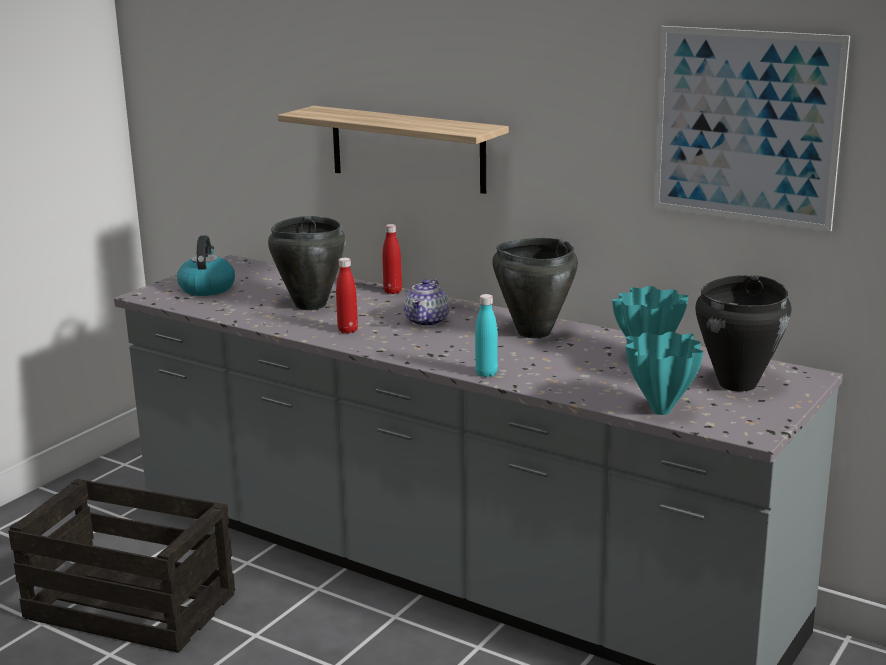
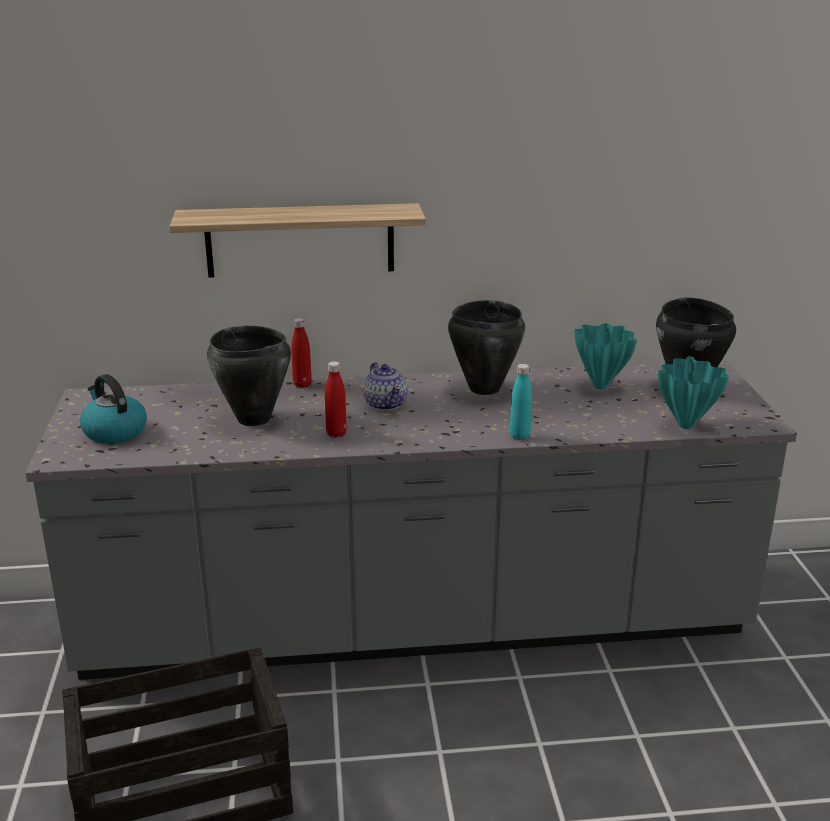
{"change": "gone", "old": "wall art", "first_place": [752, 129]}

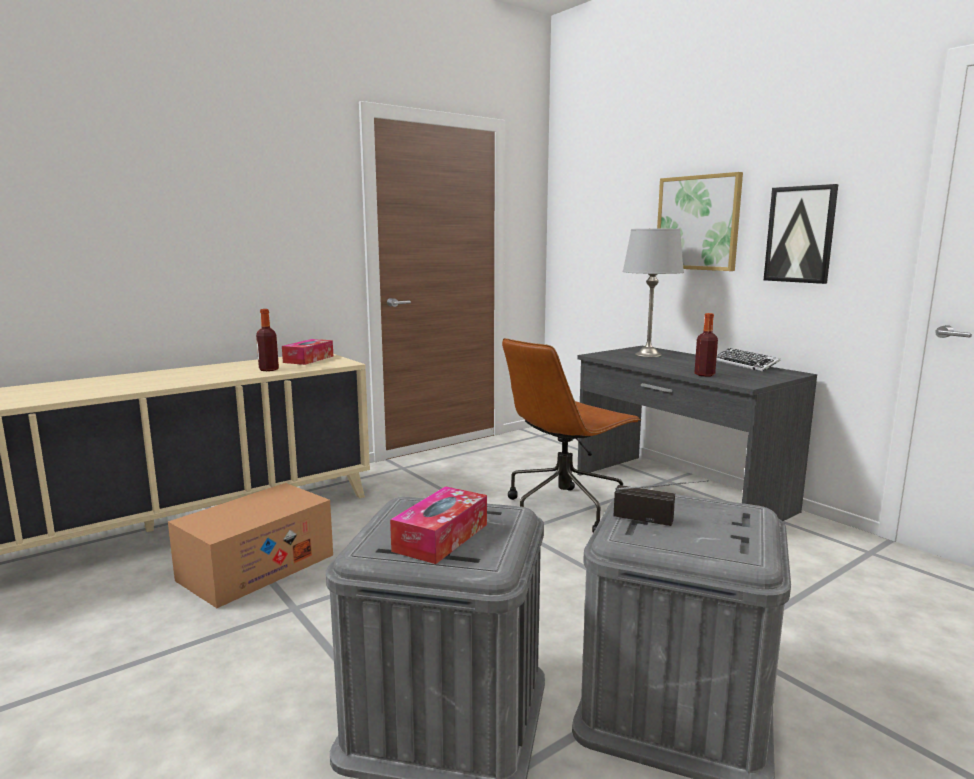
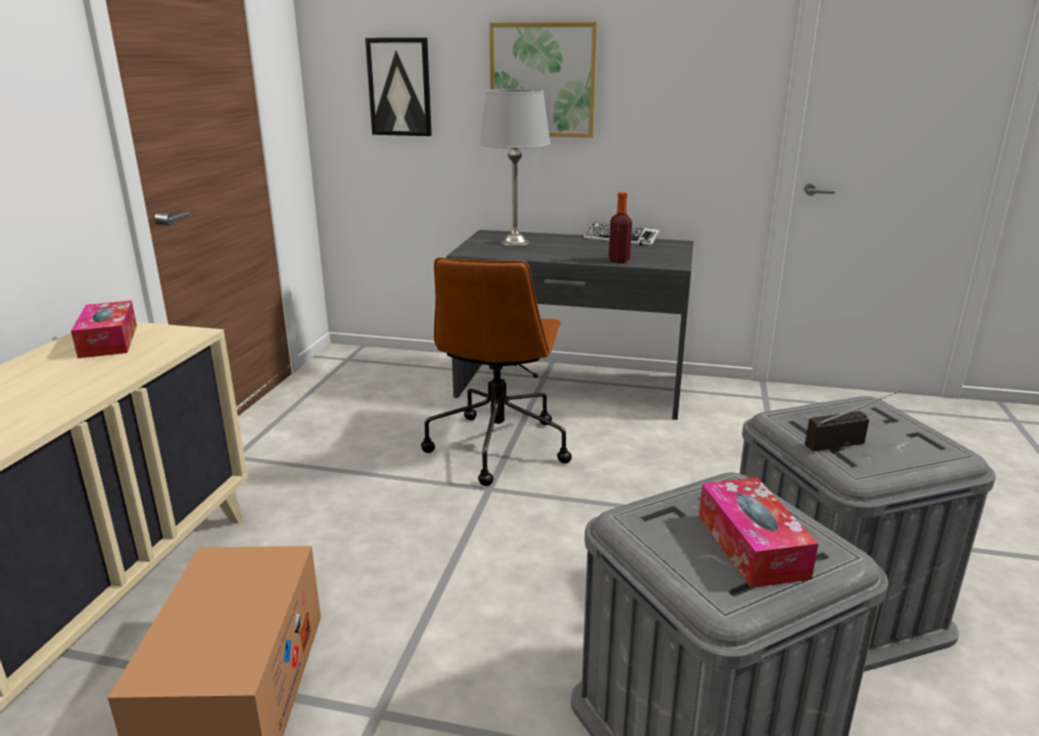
{"change": "gone", "old": "bottle", "first_place": [267, 340]}
{"change": "shifted", "old": "wall art", "first_place": [801, 234], "second_place": [398, 87]}

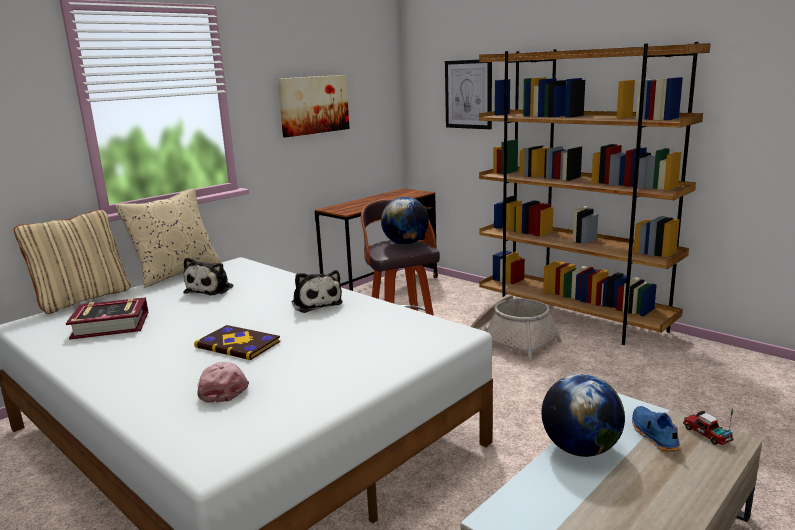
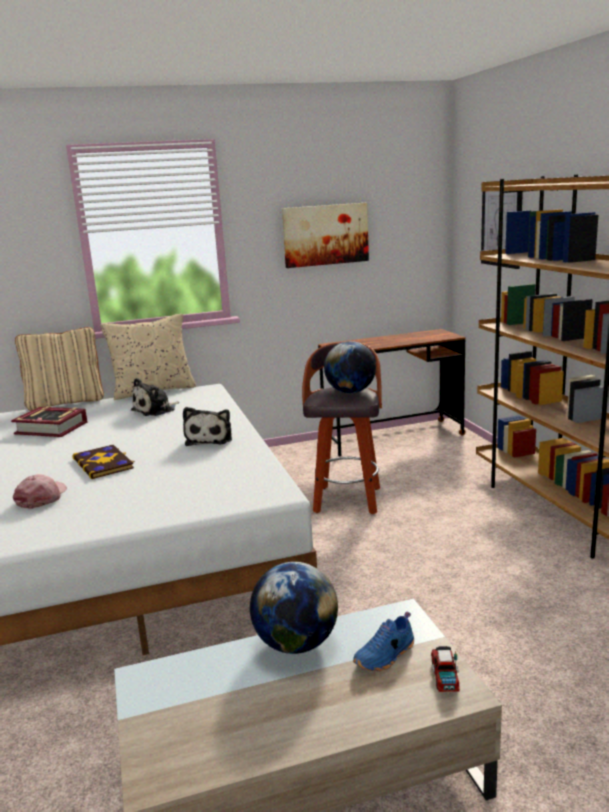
{"change": "gone", "old": "storage basket", "first_place": [516, 328]}
{"change": "rotated", "old": "bluish item of footwear", "first_place": [656, 429], "second_place": [383, 641], "degrees": -150}

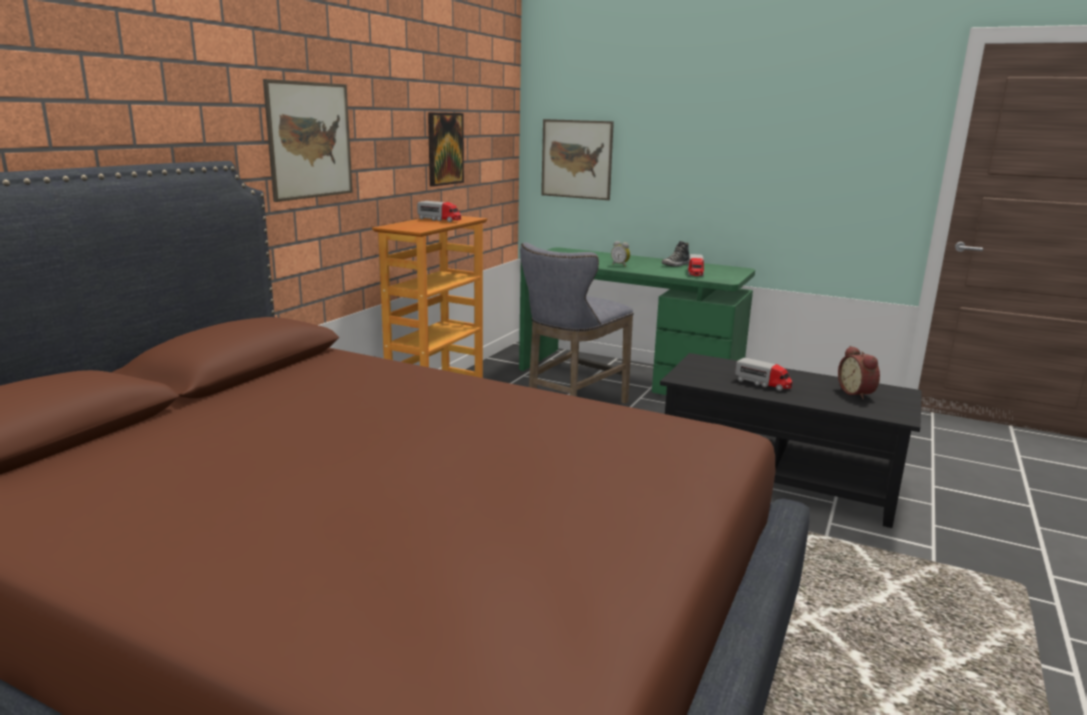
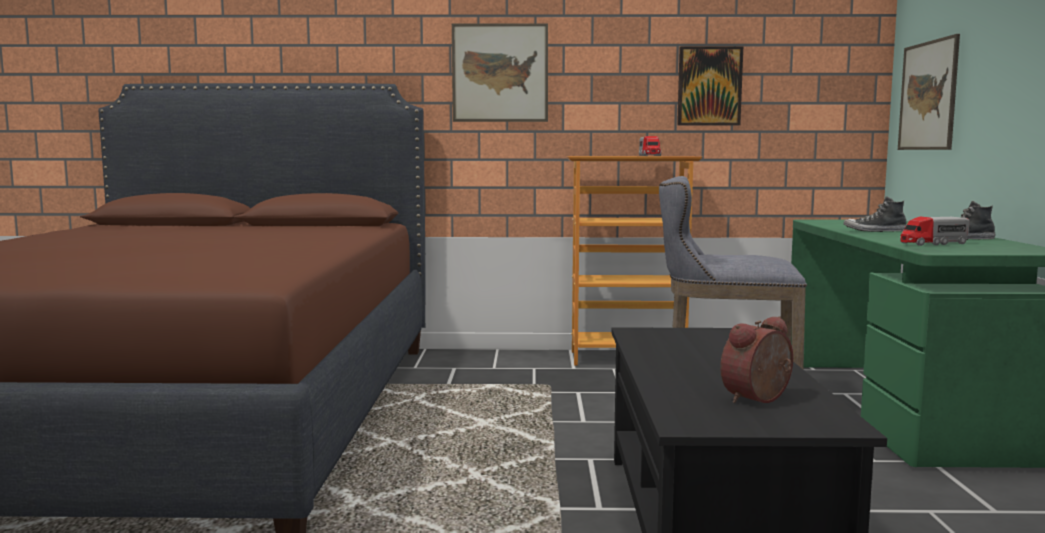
{"change": "swapped", "old": "table clock", "new": "item of footwear", "first_place": [620, 254], "second_place": [874, 214]}
{"change": "gone", "old": "model truck", "first_place": [764, 374]}

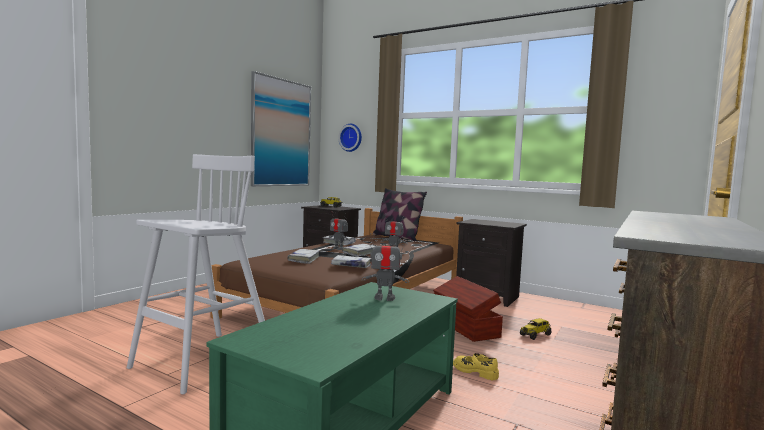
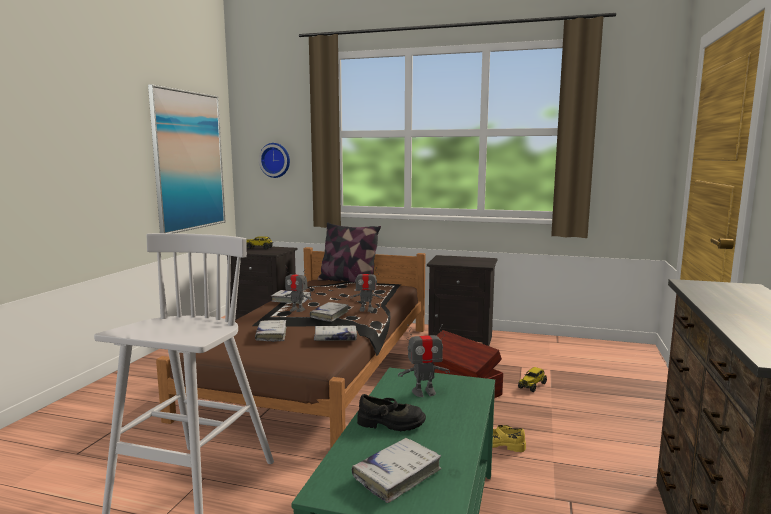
{"change": "new", "new": "white-coloured volume", "second_place": [397, 470]}
{"change": "new", "new": "black item of footwear", "second_place": [391, 413]}

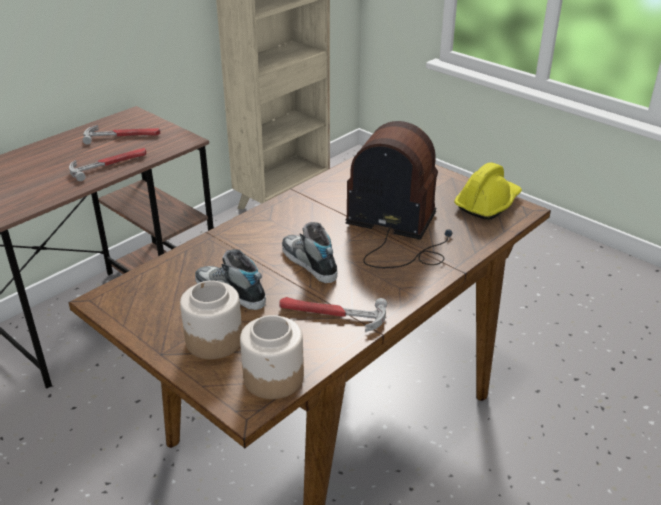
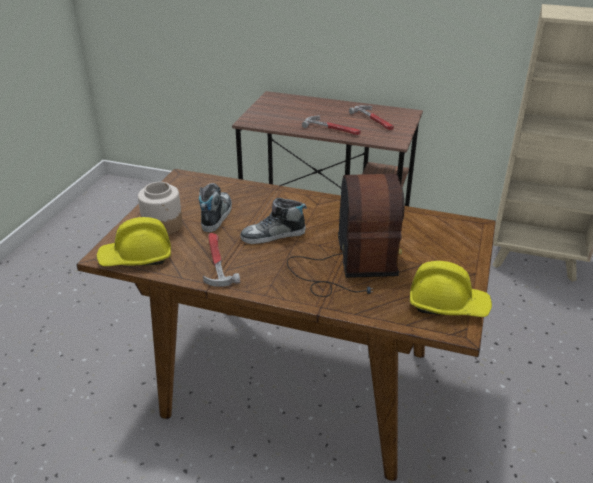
{"change": "swapped", "old": "storage jar", "new": "yellow-coloured hard hat", "first_place": [272, 357], "second_place": [134, 241]}
{"change": "rotated", "old": "item of footwear", "first_place": [310, 252], "second_place": [273, 221], "degrees": -135}

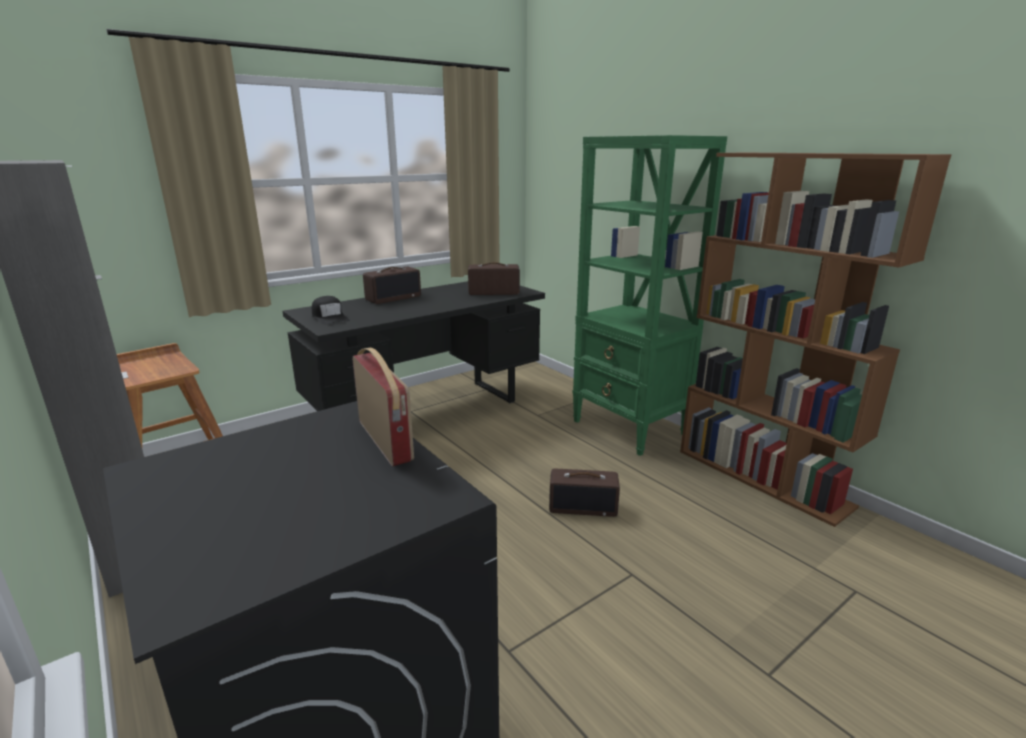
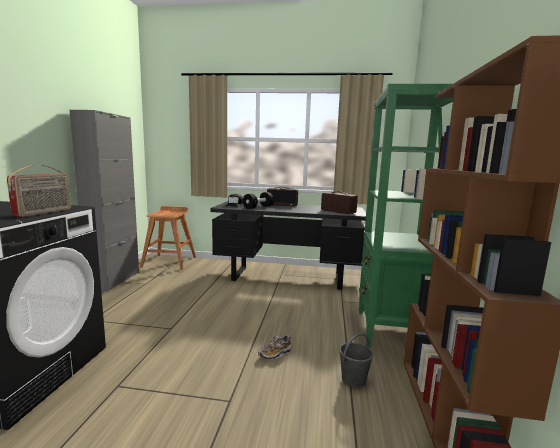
{"change": "swapped", "old": "radio set", "new": "item of footwear", "first_place": [584, 493], "second_place": [275, 347]}
{"change": "new", "new": "black hand weight", "second_place": [258, 200]}
{"change": "new", "new": "grey pail", "second_place": [356, 360]}

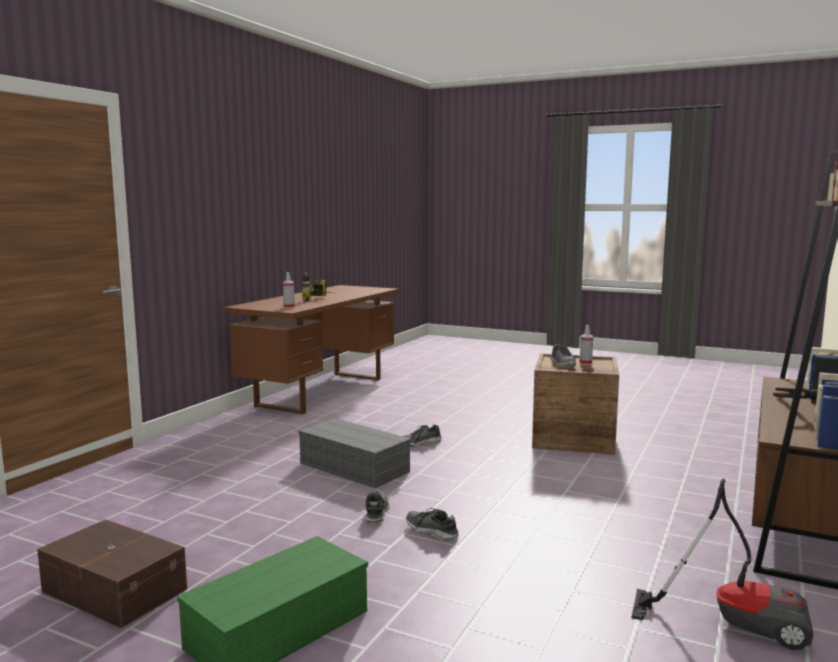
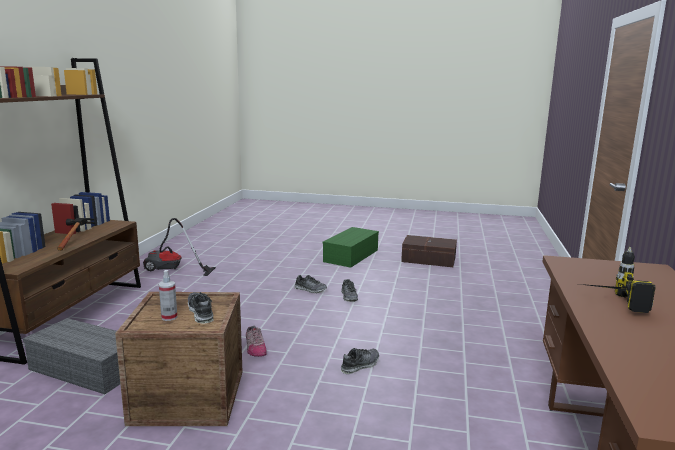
{"change": "gone", "old": "spray bottle", "first_place": [289, 290]}
{"change": "shifted", "old": "grey storage box", "first_place": [355, 453], "second_place": [71, 356]}
{"change": "new", "new": "item of footwear", "second_place": [256, 341]}

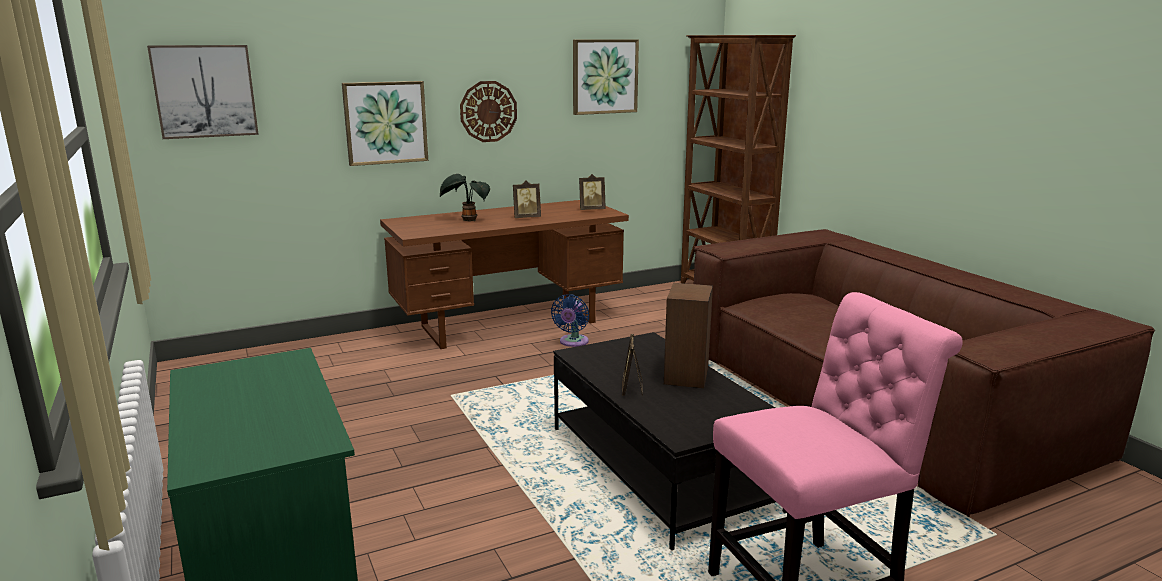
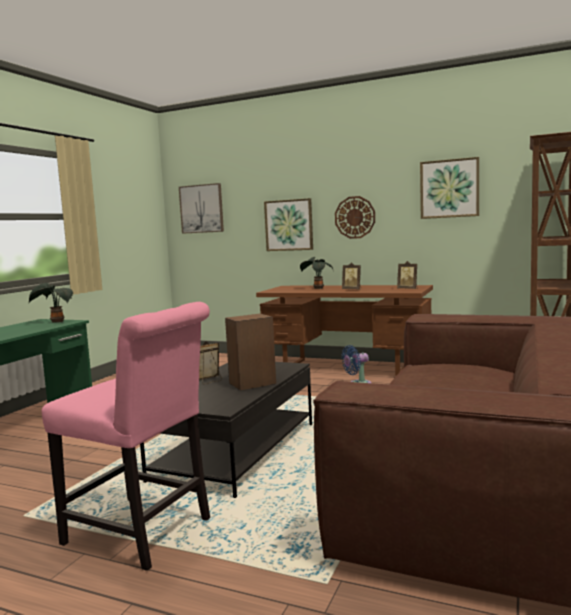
{"change": "new", "new": "plant in a pot", "second_place": [51, 303]}

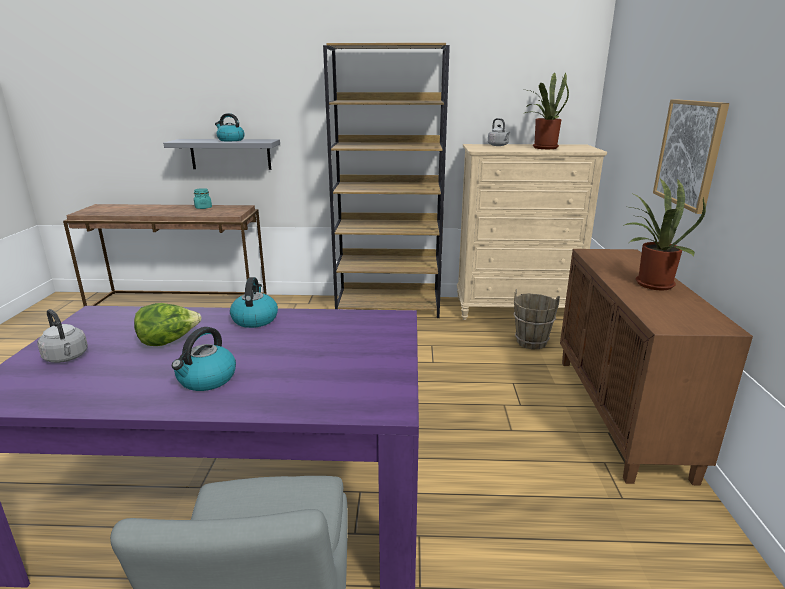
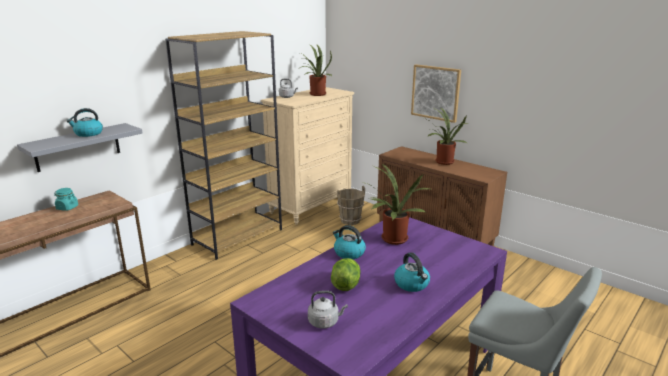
{"change": "new", "new": "plant in a pot", "second_place": [398, 204]}

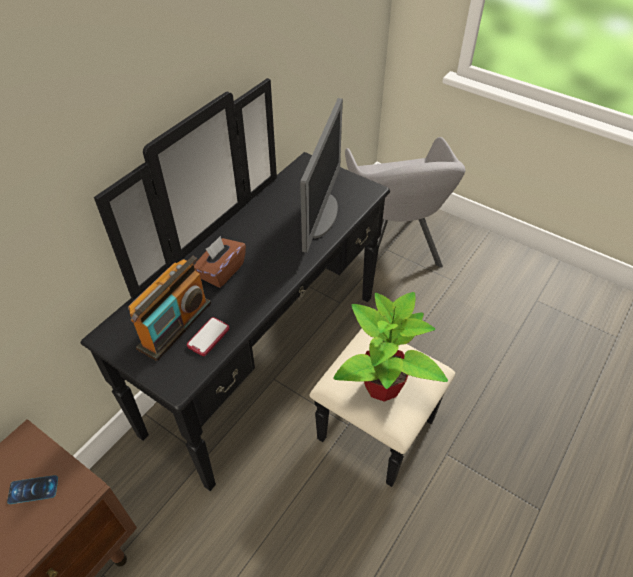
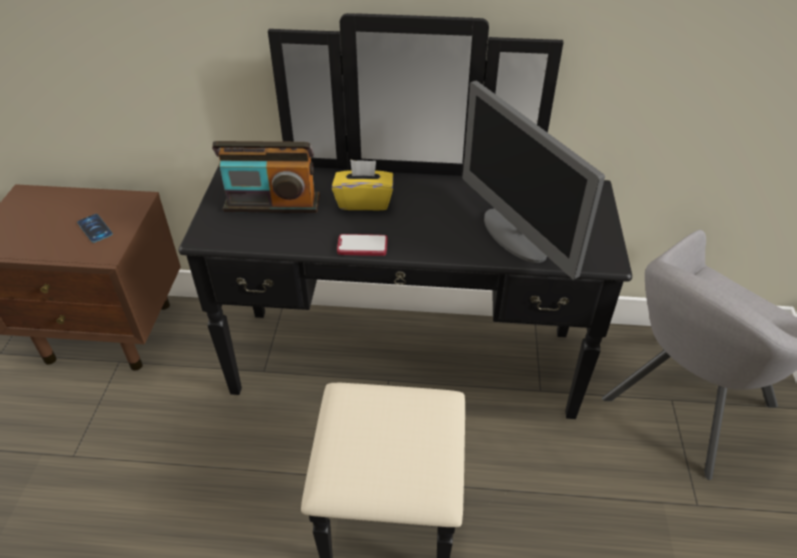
{"change": "shifted", "old": "phone", "first_place": [208, 336], "second_place": [362, 245]}
{"change": "repainted", "old": "brown tissue box", "new": "yellow-coloured tissue box", "first_place": [220, 262], "second_place": [362, 185]}
{"change": "rotated", "old": "computer screen", "first_place": [321, 175], "second_place": [533, 180], "degrees": 75}
{"change": "gone", "old": "plant in a pot", "first_place": [391, 347]}

